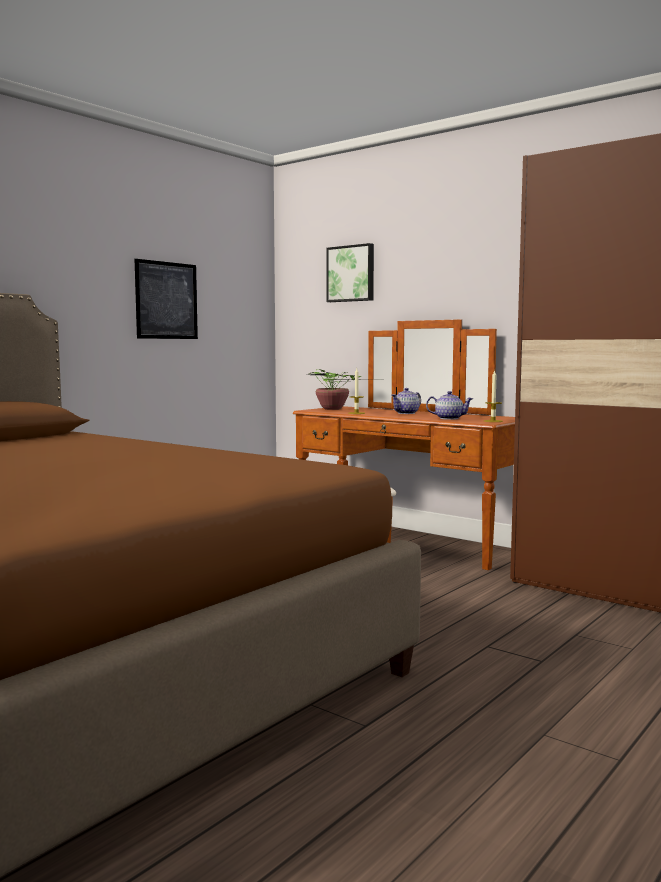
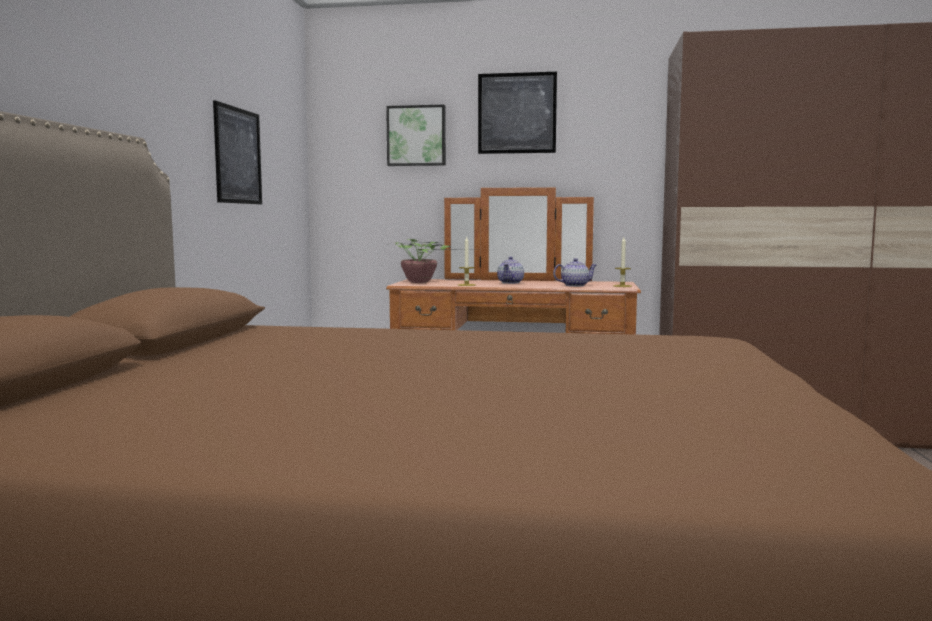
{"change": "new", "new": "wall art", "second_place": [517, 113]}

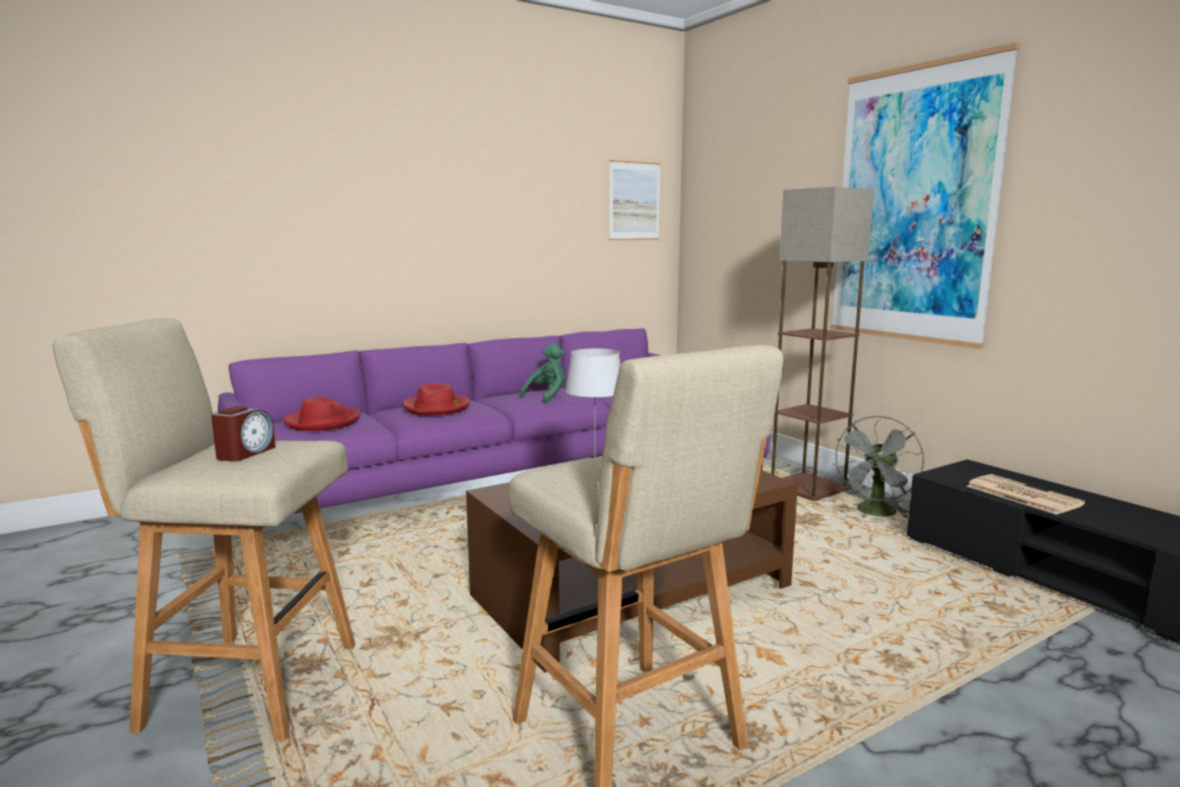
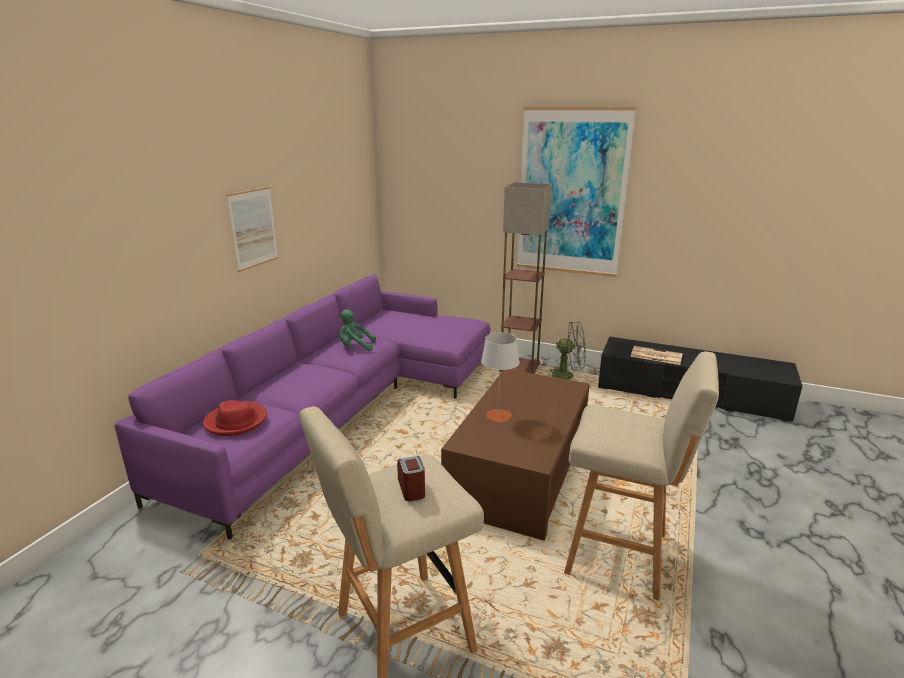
{"change": "gone", "old": "red clothing hat", "first_place": [436, 400]}
{"change": "rotated", "old": "green cuddly toy", "first_place": [542, 373], "second_place": [357, 330], "degrees": -90}
{"change": "shifted", "old": "wall art", "first_place": [635, 200], "second_place": [253, 229]}
{"change": "rotated", "old": "grey cooling fan", "first_place": [878, 467], "second_place": [566, 350], "degrees": -75}

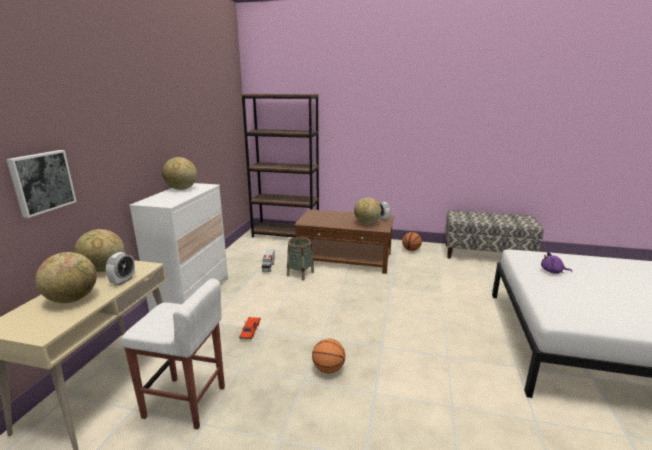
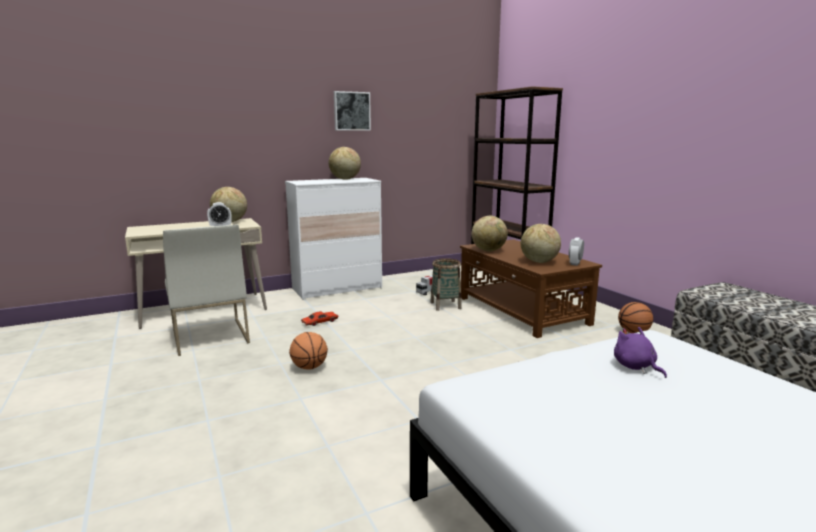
{"change": "shifted", "old": "wall art", "first_place": [41, 184], "second_place": [352, 111]}
{"change": "shifted", "old": "world globe", "first_place": [66, 277], "second_place": [490, 233]}
{"change": "swapped", "old": "white-coloured stool", "new": "white-coloured upright chair", "first_place": [172, 354], "second_place": [206, 290]}

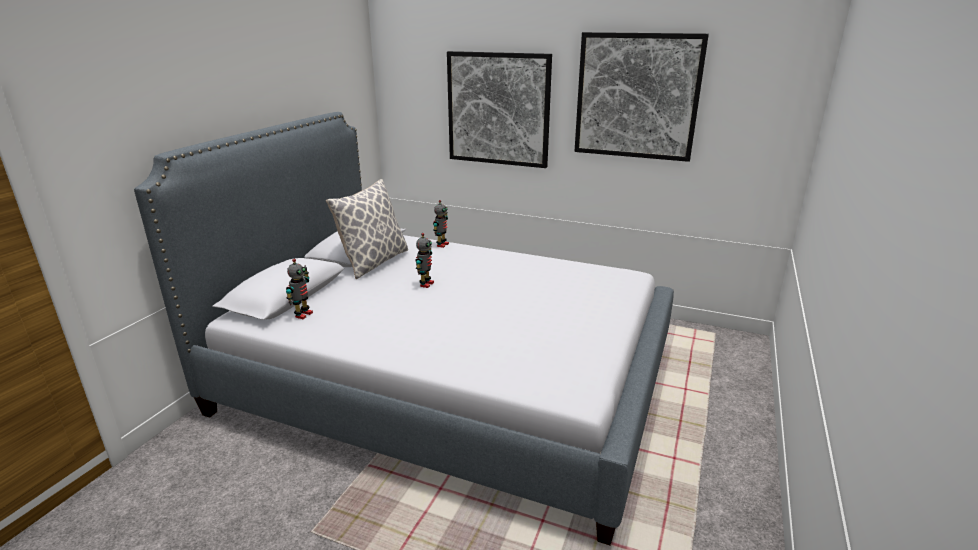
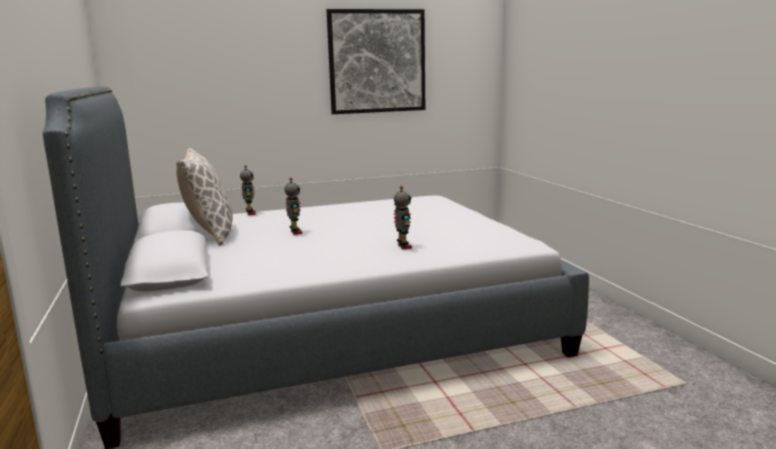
{"change": "shifted", "old": "robot figure", "first_place": [299, 289], "second_place": [402, 217]}
{"change": "gone", "old": "wall art", "first_place": [499, 109]}

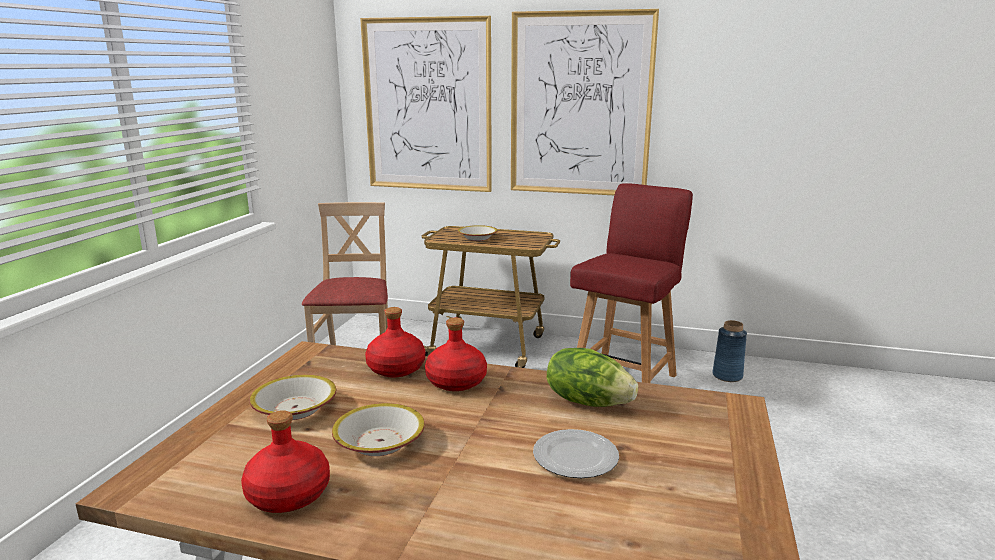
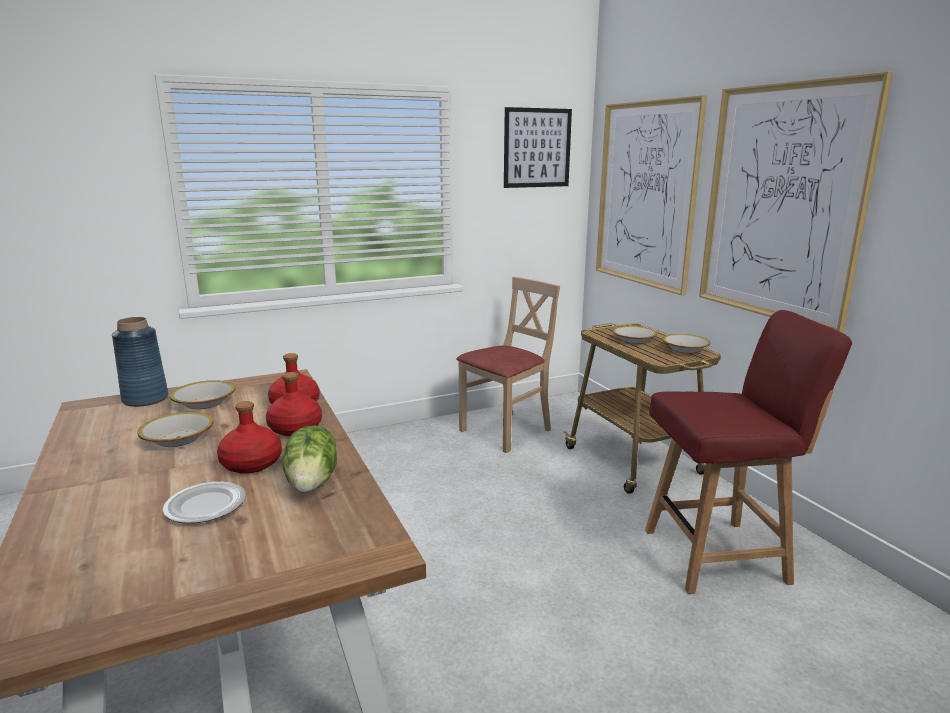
{"change": "shifted", "old": "red bottle", "first_place": [285, 461], "second_place": [249, 437]}
{"change": "shifted", "old": "bluish vase", "first_place": [729, 351], "second_place": [140, 362]}
{"change": "new", "new": "wall art", "second_place": [538, 147]}
{"change": "new", "new": "deep dish", "second_place": [686, 343]}

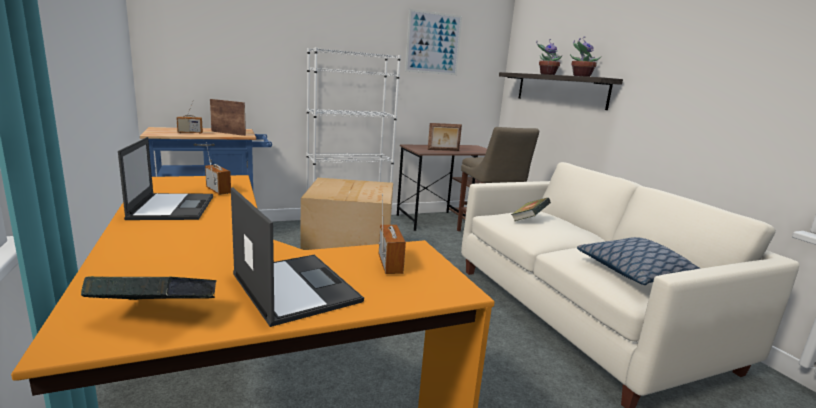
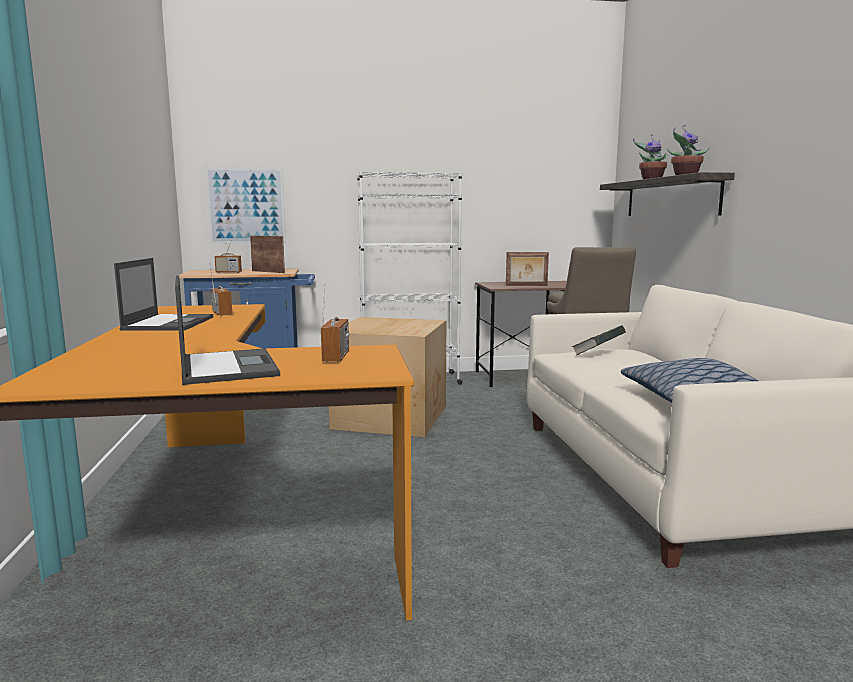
{"change": "gone", "old": "volume", "first_place": [149, 288]}
{"change": "shifted", "old": "wall art", "first_place": [433, 42], "second_place": [245, 206]}

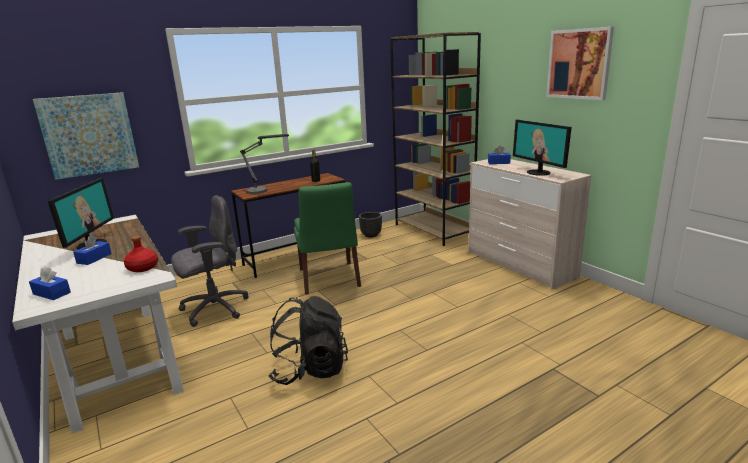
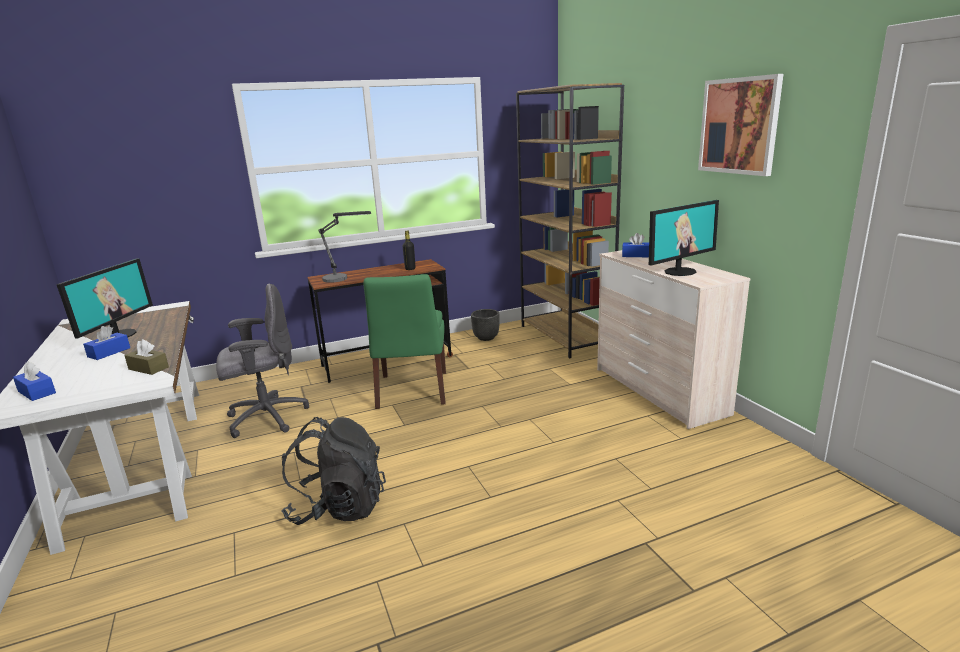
{"change": "gone", "old": "wall art", "first_place": [86, 136]}
{"change": "swapped", "old": "red bottle", "new": "brown tissue box", "first_place": [141, 254], "second_place": [146, 357]}
{"change": "rotated", "old": "computer screen", "first_place": [542, 148], "second_place": [684, 238], "degrees": -105}

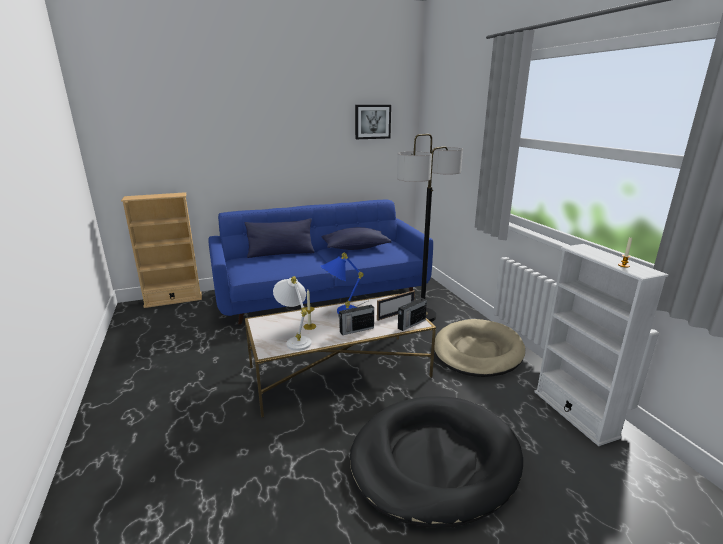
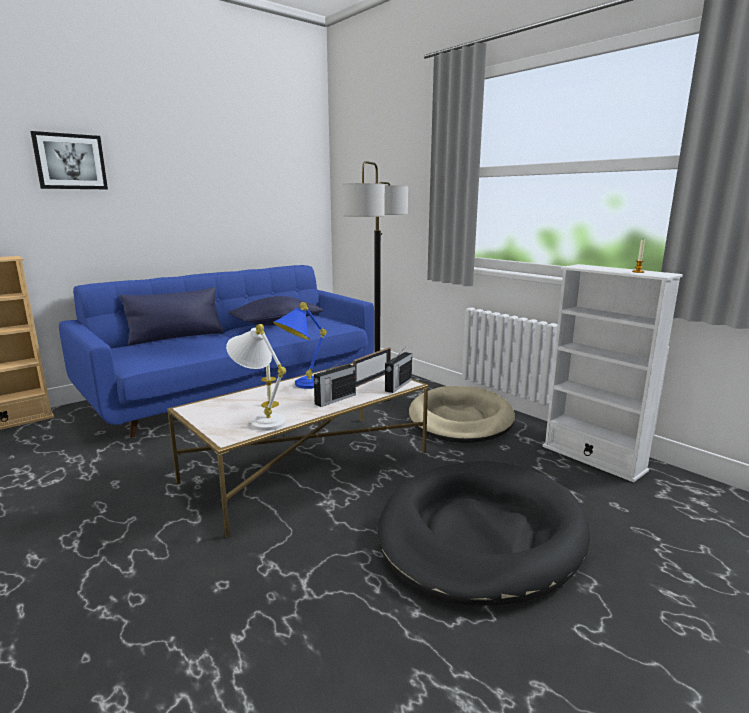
{"change": "shifted", "old": "wall art", "first_place": [373, 122], "second_place": [69, 160]}

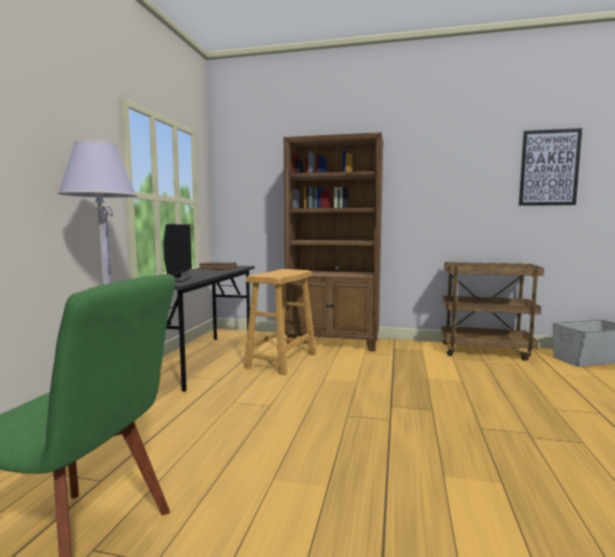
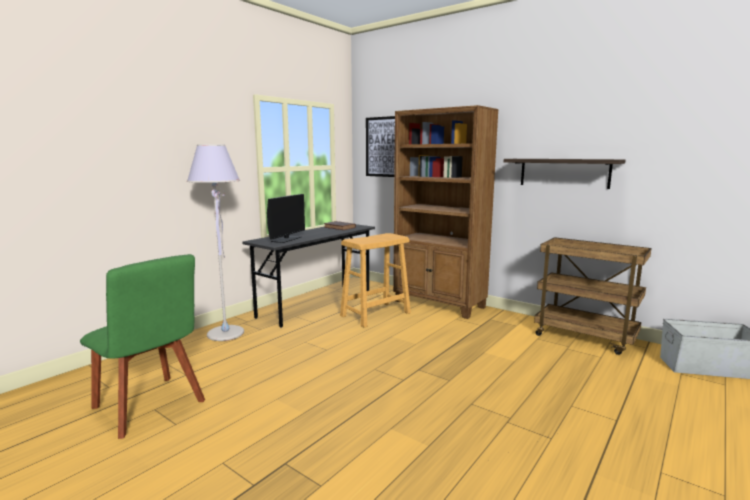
{"change": "shifted", "old": "wall art", "first_place": [550, 167], "second_place": [380, 146]}
{"change": "new", "new": "shelf", "second_place": [564, 174]}

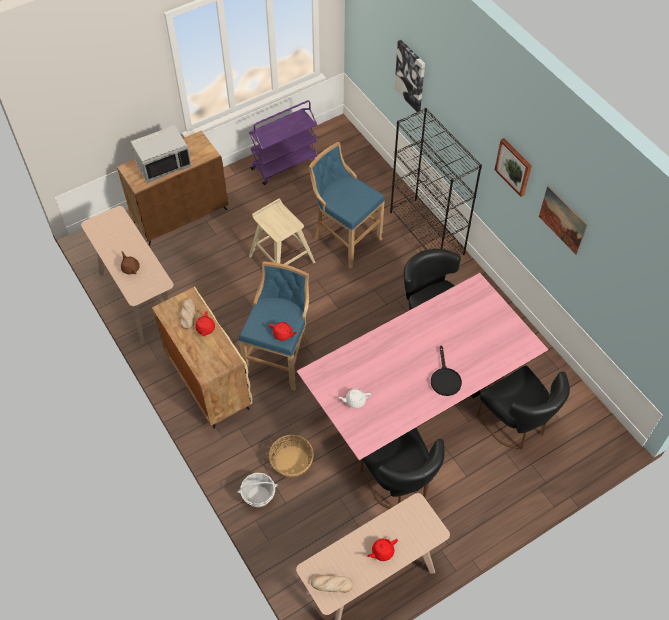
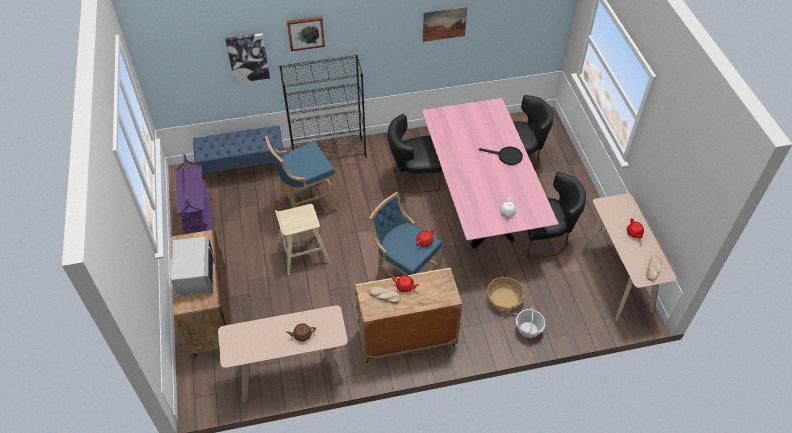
{"change": "shifted", "old": "wall art", "first_place": [513, 167], "second_place": [306, 33]}
{"change": "new", "new": "bluish long seat", "second_place": [238, 153]}

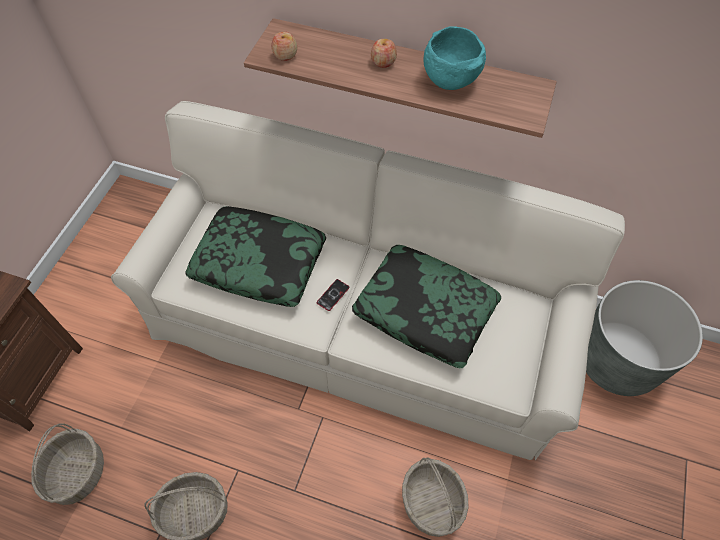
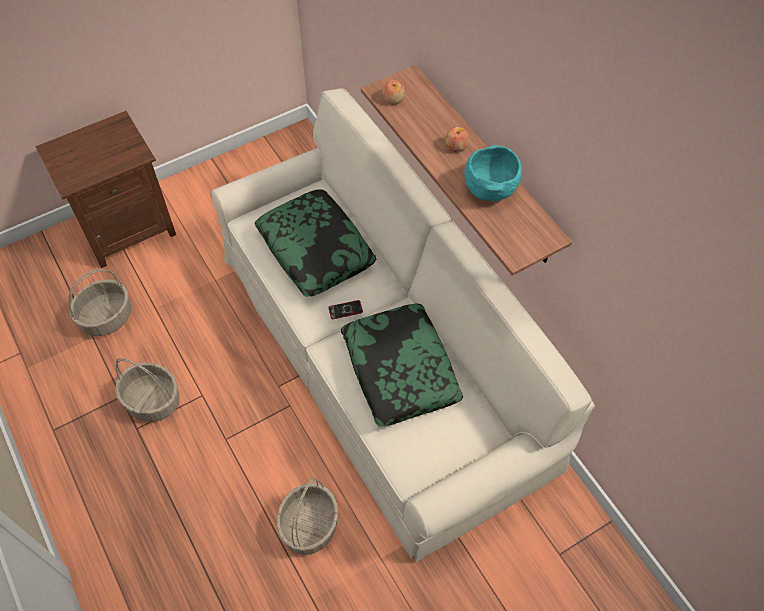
{"change": "gone", "old": "grey planter", "first_place": [644, 338]}

